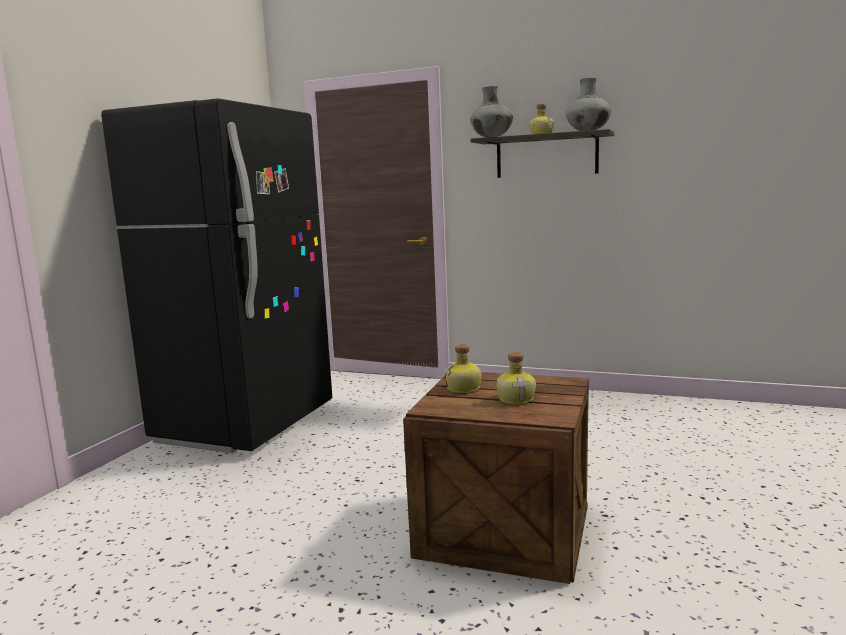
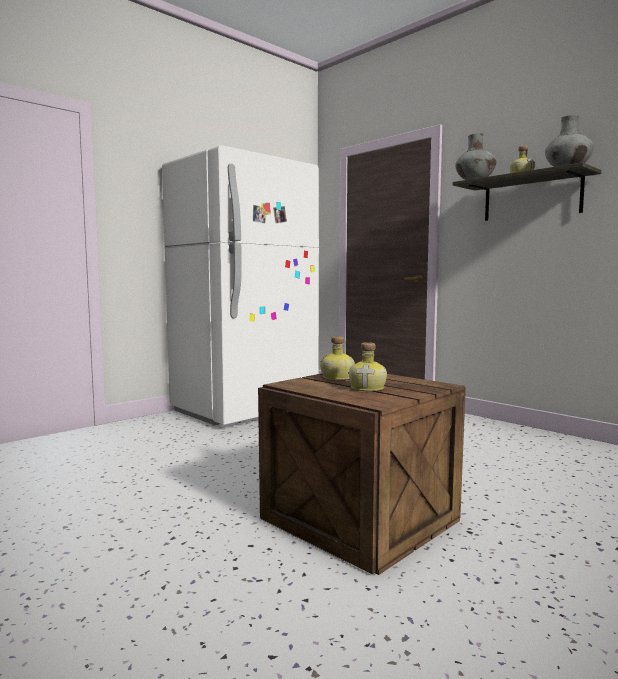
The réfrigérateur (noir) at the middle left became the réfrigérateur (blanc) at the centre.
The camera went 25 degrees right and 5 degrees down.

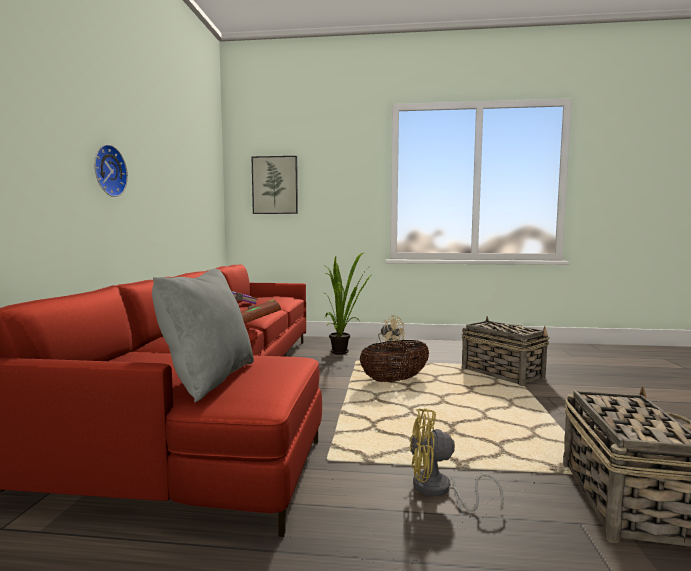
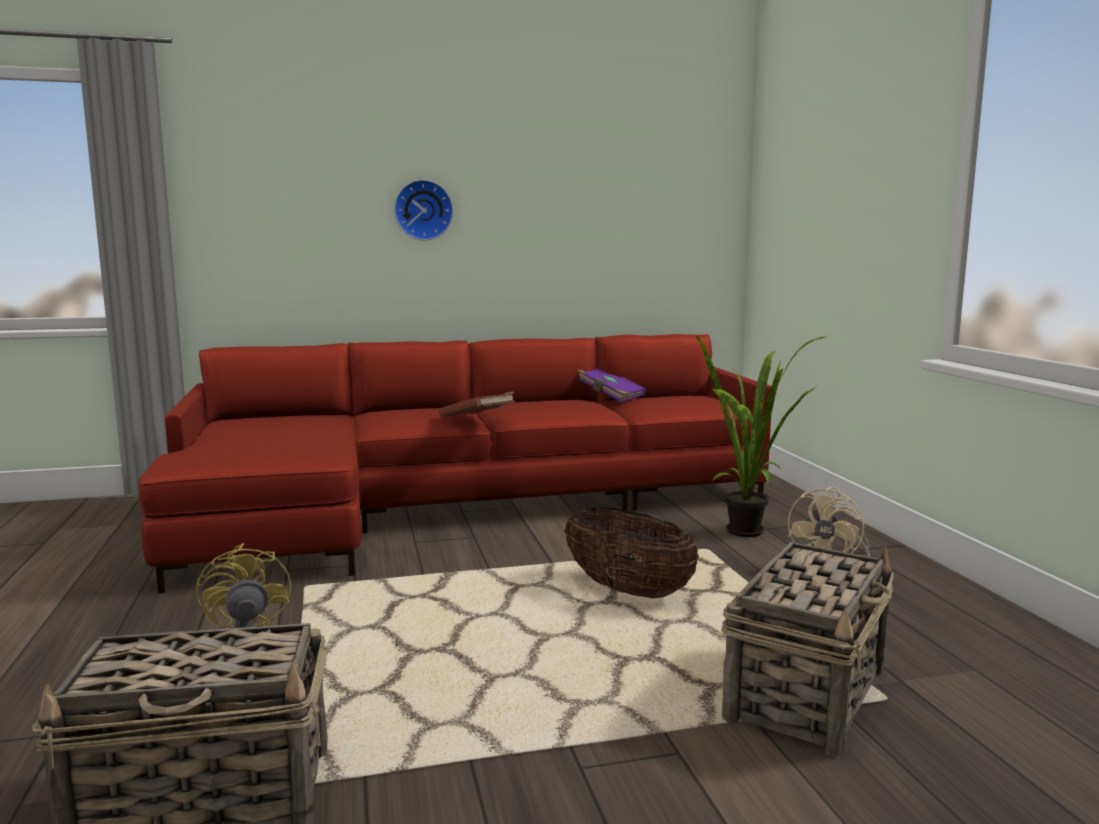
The coussin (gris) at the middle left disappeared.
The tableau at the top centre disappeared.
The camera went 70 degrees right and 5 degrees up.

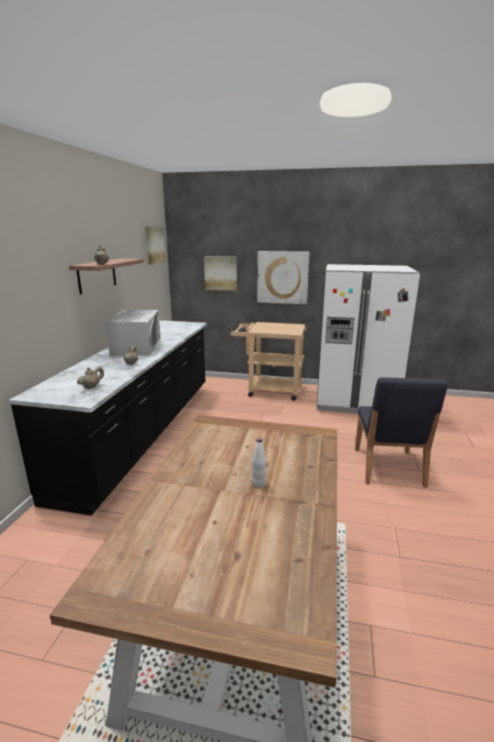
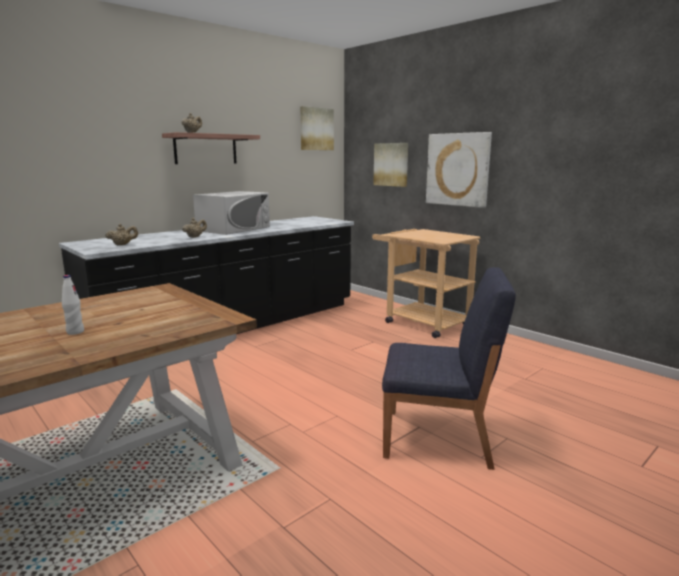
The chaise (bleu) at the middle right turned 120 degrees counterclockwise.
The réfrigérateur (blanc) at the middle right disappeared.
The camera went 35 degrees right and 5 degrees down.

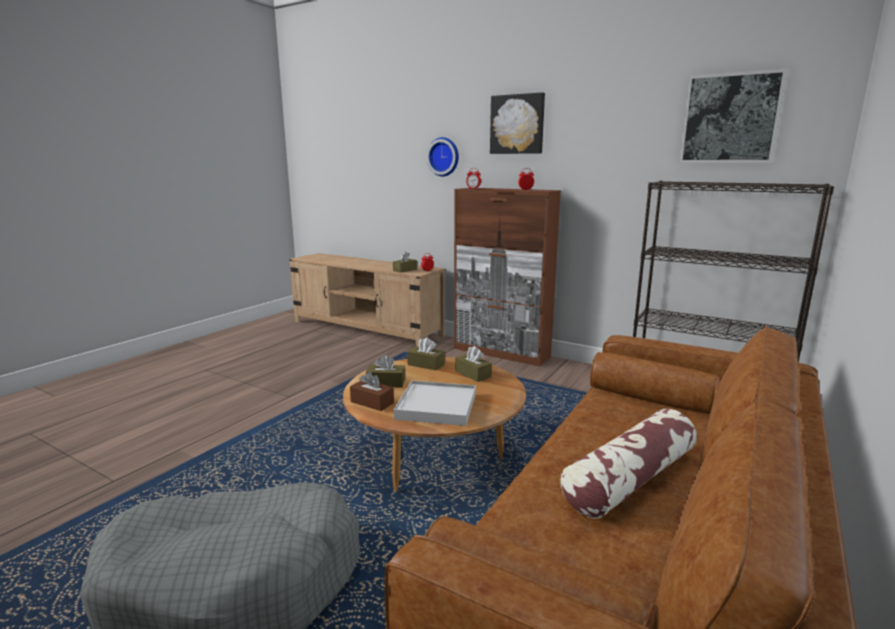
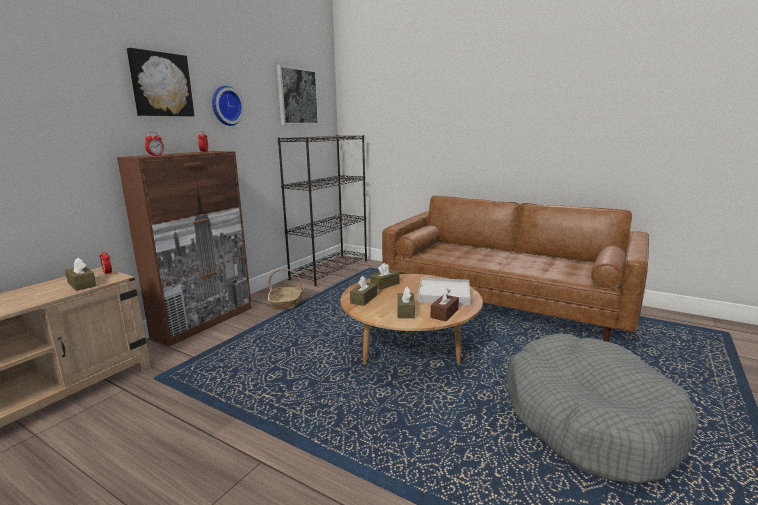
The horloge murale moved from the top centre to the top left.
The panier at the centre appeared.
The coussin at the bottom right disappeared.
The camera went 90 degrees left and 0 degrees up.

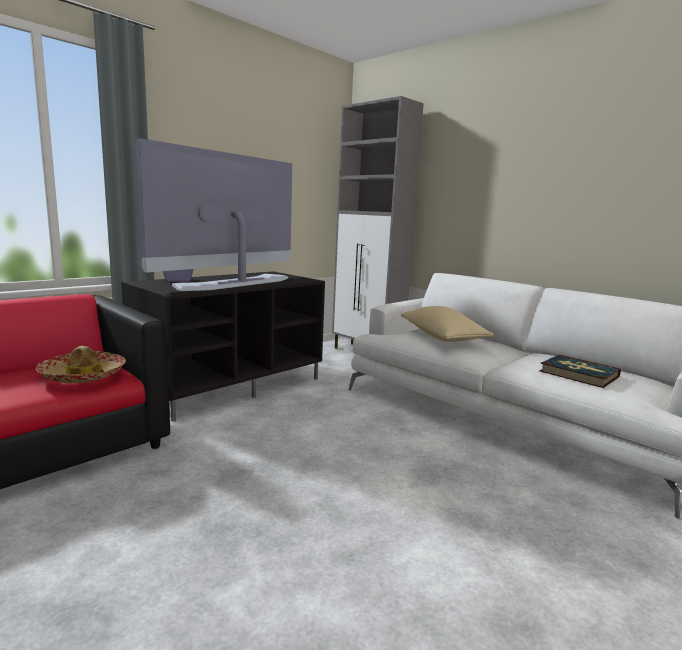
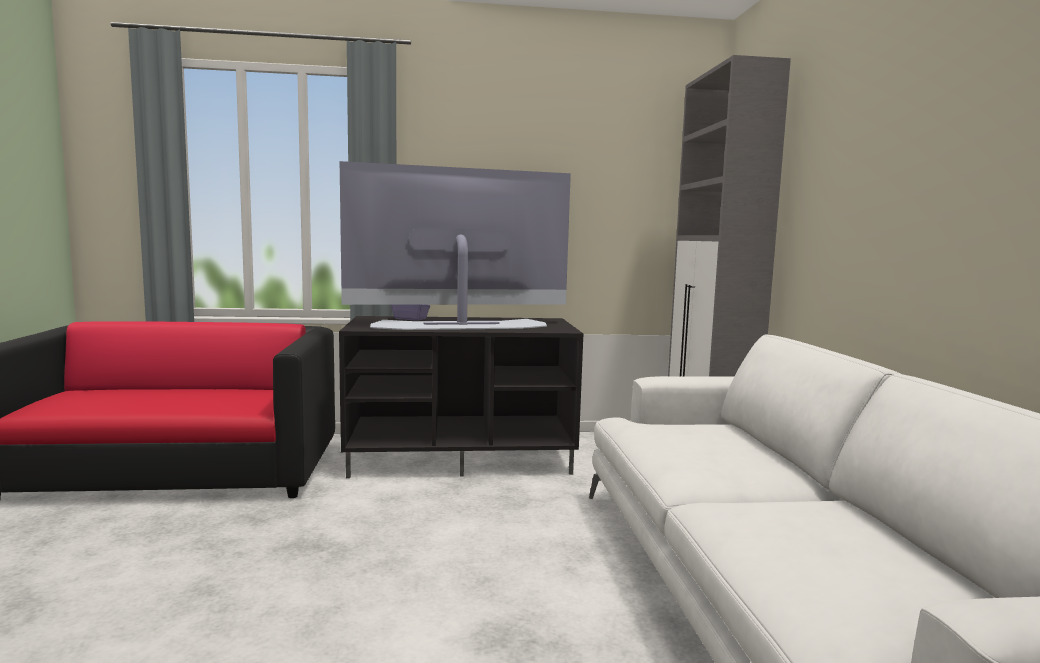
The chapeau at the middle left disappeared.
The coussin (beige) at the centre disappeared.
The livre at the middle right disappeared.
The camera went 40 degrees right and 5 degrees down.

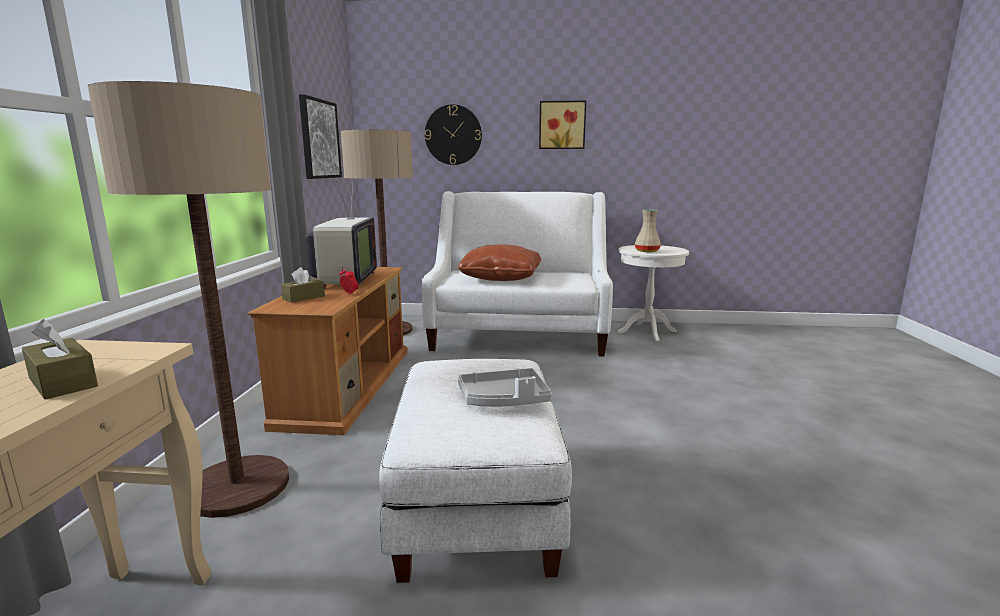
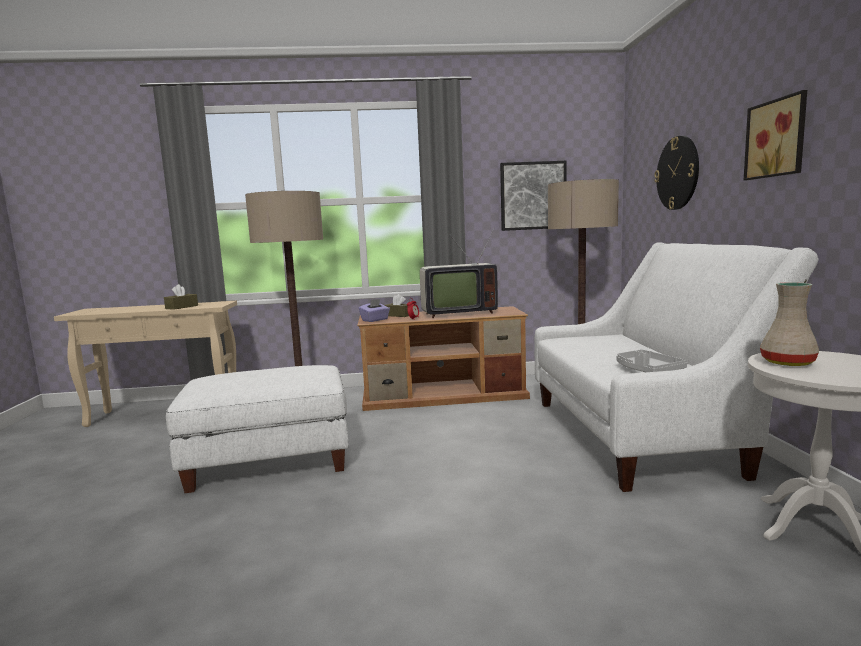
The boîte à mouchoirs (violet) at the centre appeared.
The plateau (gris) moved from the centre to the middle right.
The coussin (marron) at the centre disappeared.
The camera went 80 degrees right and 5 degrees down.

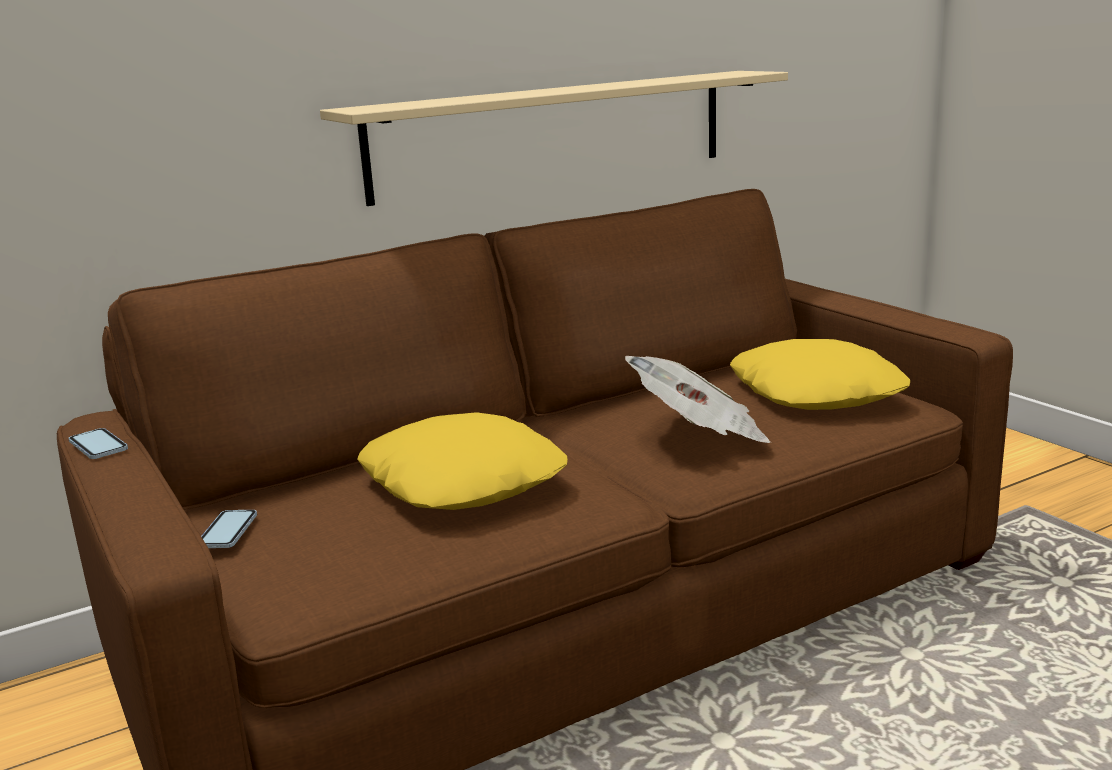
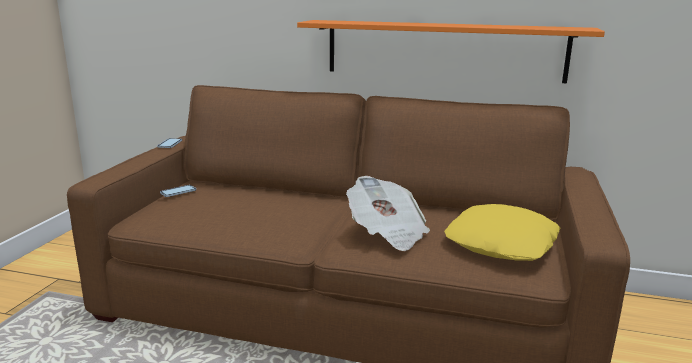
The étagère (beige) at the top centre became the étagère (orange) at the top centre.
The coussin (jaune) (no. 1 from left) at the centre disappeared.
The camera went 45 degrees right and 0 degrees up.

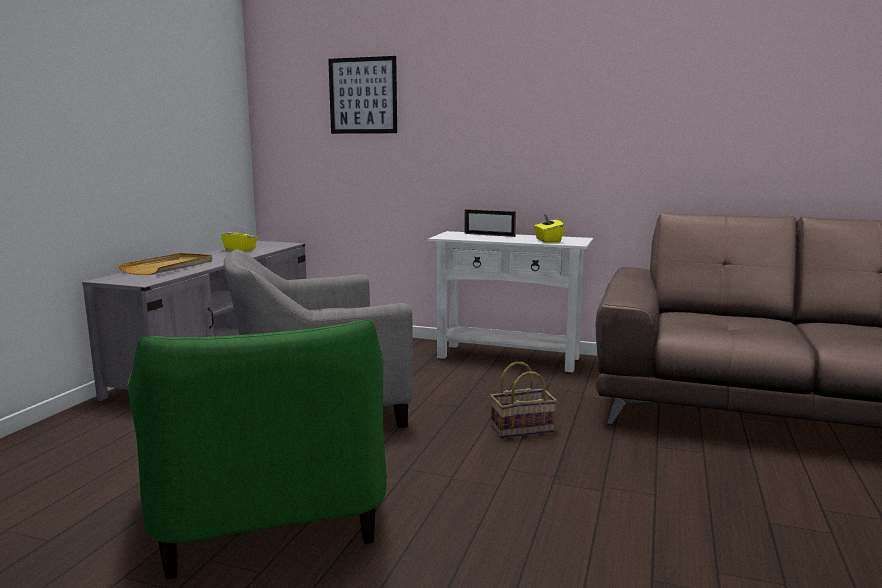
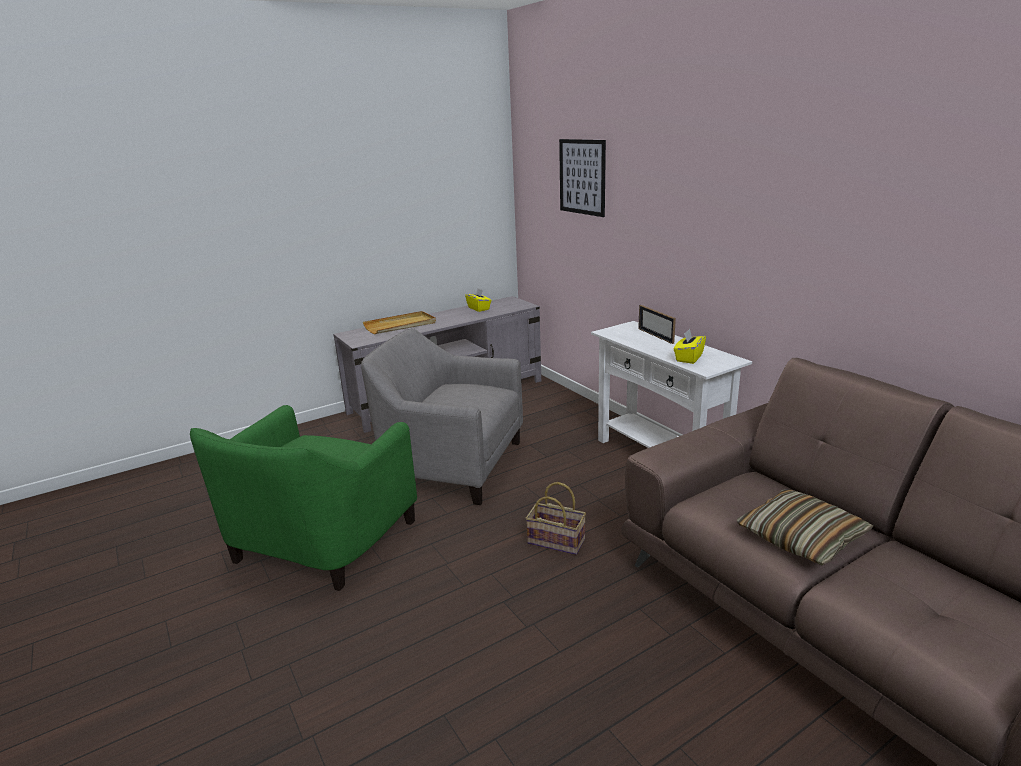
The coussin at the bottom right appeared.
The camera went 40 degrees right and 10 degrees up.

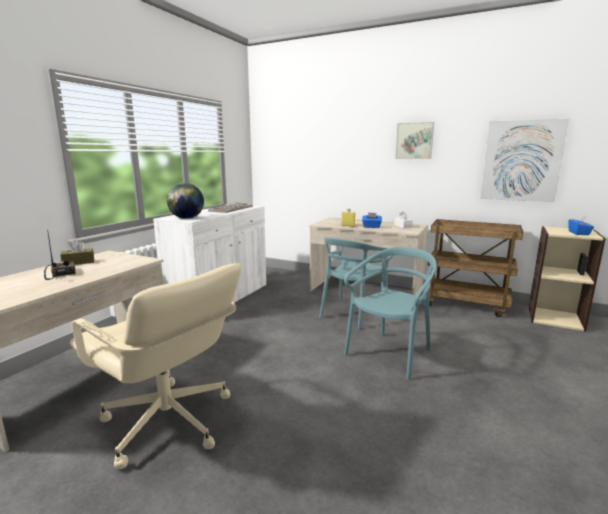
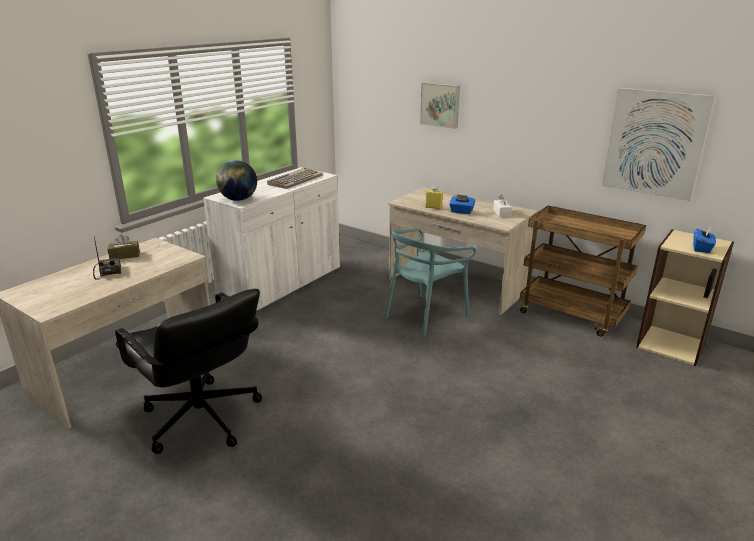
The chaise de bureau (beige) at the bottom left became the chaise de bureau (noir) at the bottom left.
The tableau (no. 1 from left) moved from the top right to the top centre.
The chaise (turquoise) (no. 2 from left) at the centre disappeared.
The camera went 10 degrees right and 10 degrees up.

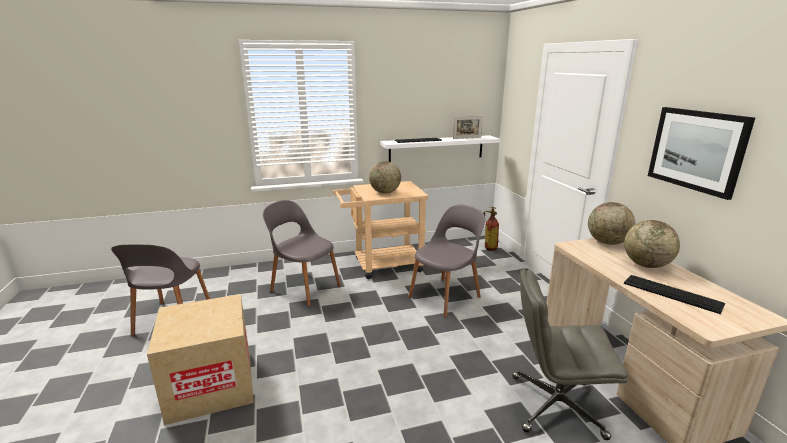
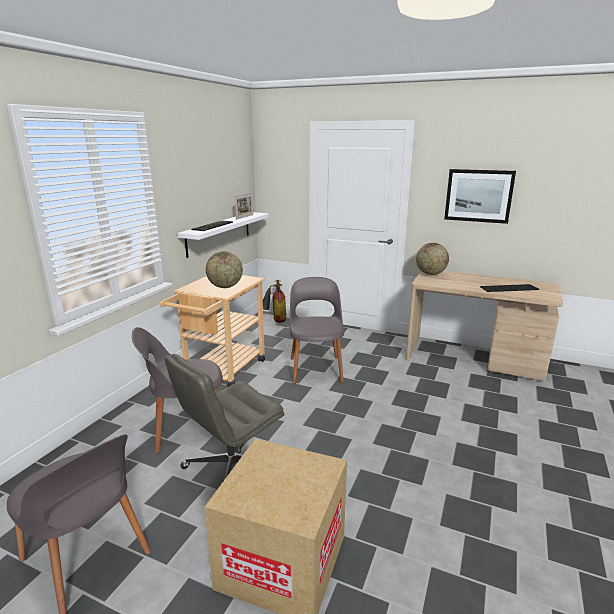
The chaise de bureau (gris) moved from the bottom right to the bottom centre.
The globe (no. 3 from left) at the middle right disappeared.
The camera went 50 degrees left and 0 degrees up.

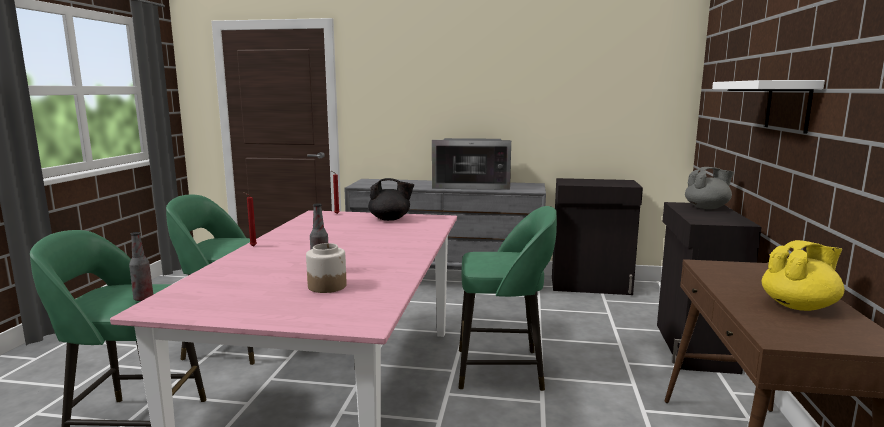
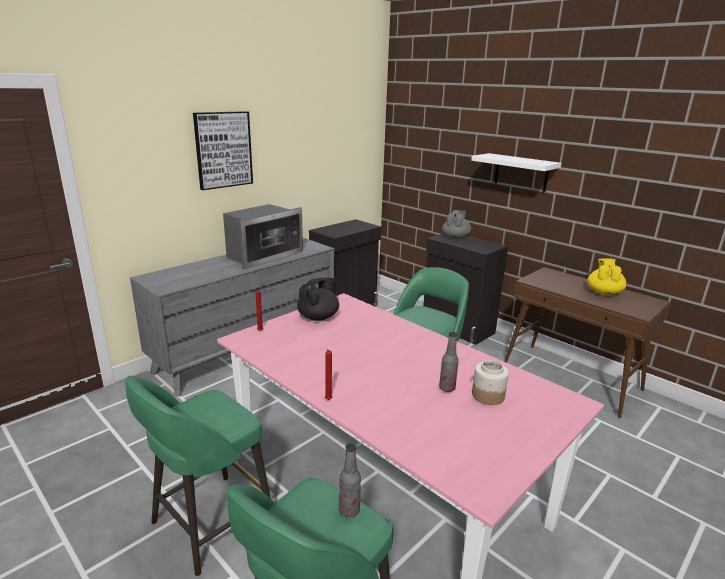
The tableau at the top left appeared.
The camera went 55 degrees left and 10 degrees up.

